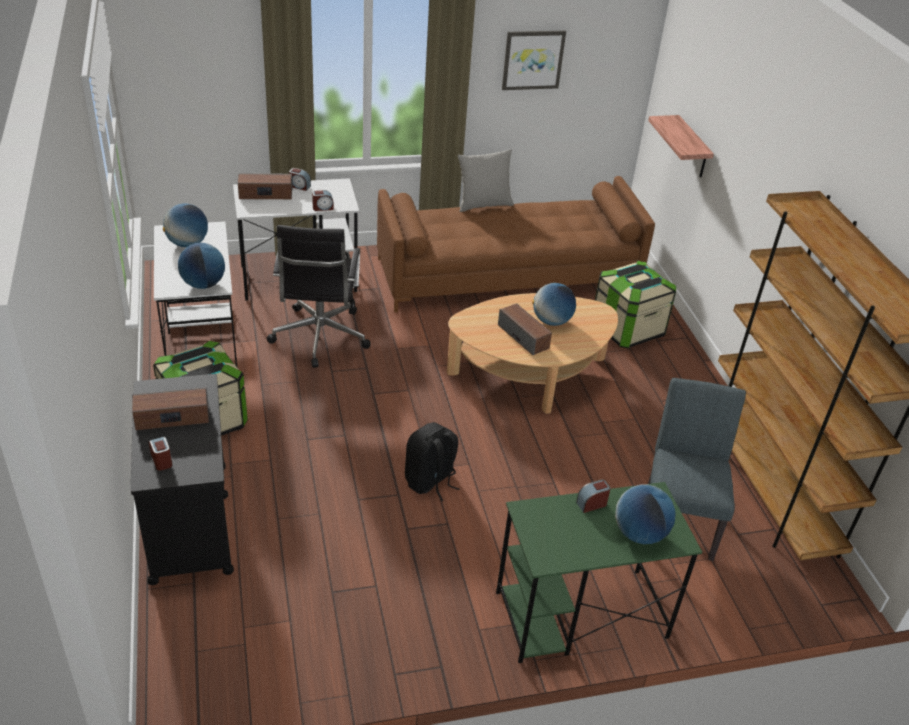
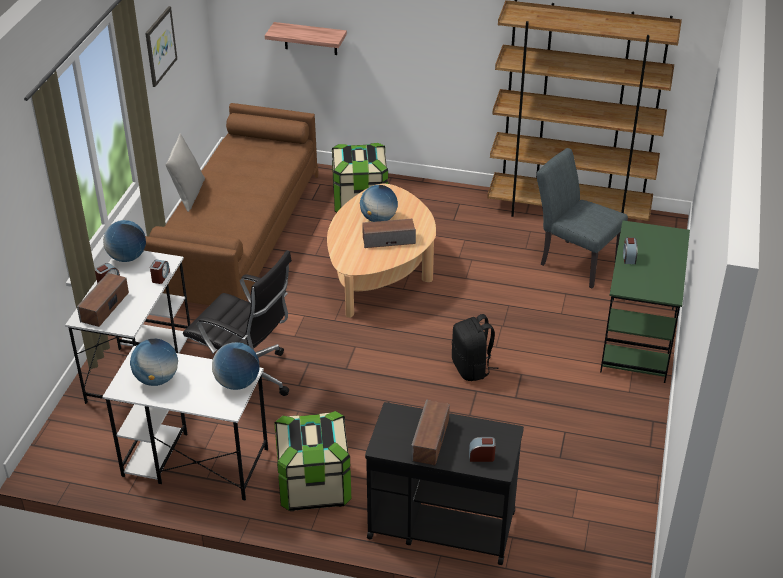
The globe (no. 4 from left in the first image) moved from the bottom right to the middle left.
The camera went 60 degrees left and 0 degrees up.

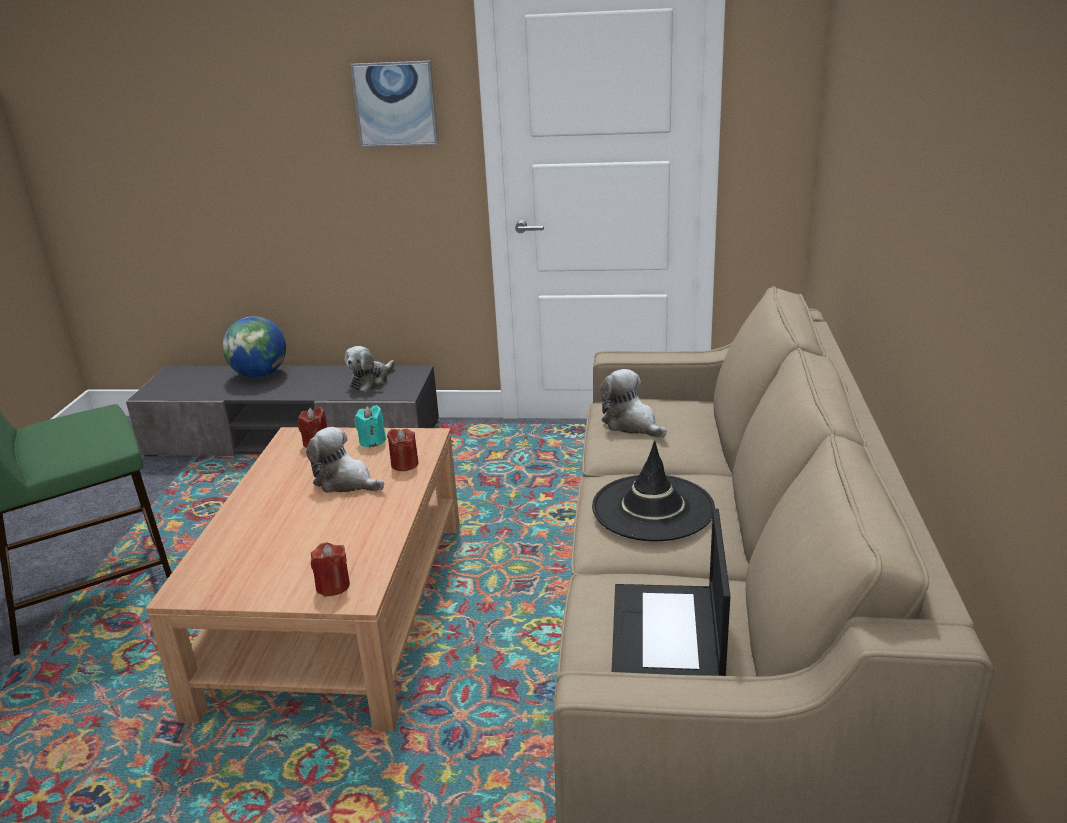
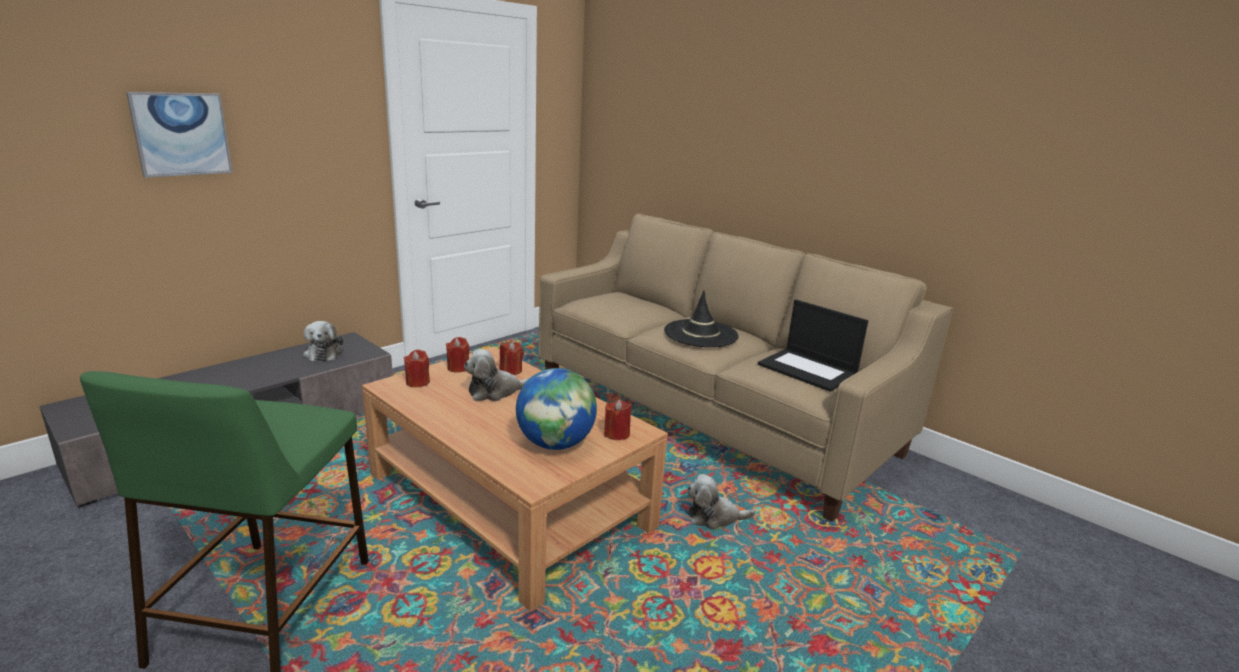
The tableau moved from the top centre to the top left.
The bougie (turquoise) at the centre became the bougie (rouge) (no. 2 from left) at the centre.
The globe moved from the middle left to the centre.
The peluche (no. 3 from left) moved from the centre to the bottom centre.
The camera went 55 degrees left and 5 degrees down.

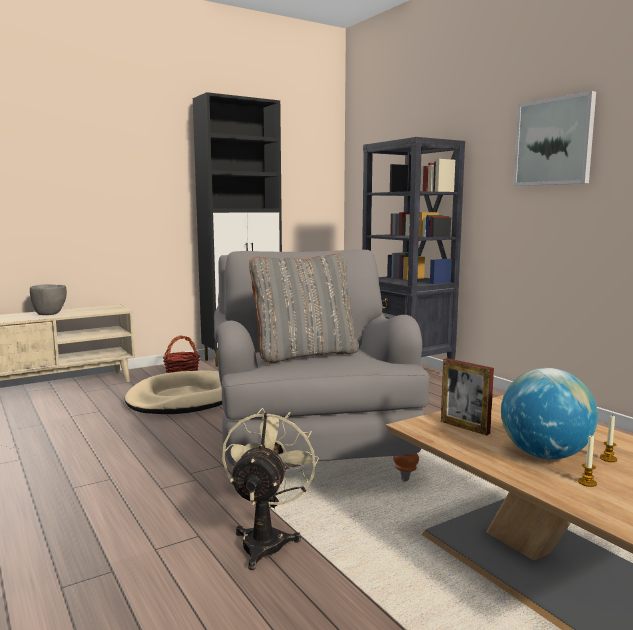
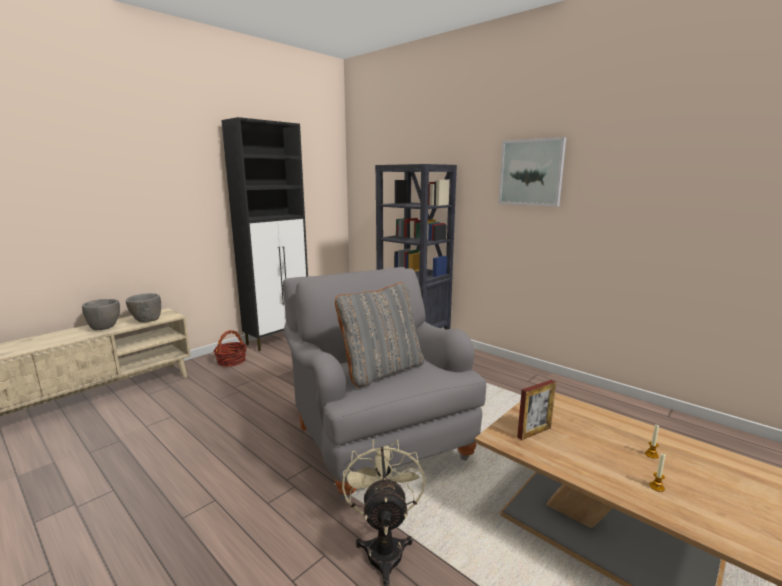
The bol (gris) (no. 2 from left) at the middle left appeared.
The cadre photo at the middle right turned 60 degrees counterclockwise.
The panier pour chien (beige) at the middle left disappeared.
The globe at the middle right disappeared.
The camera went 15 degrees left and 5 degrees up.

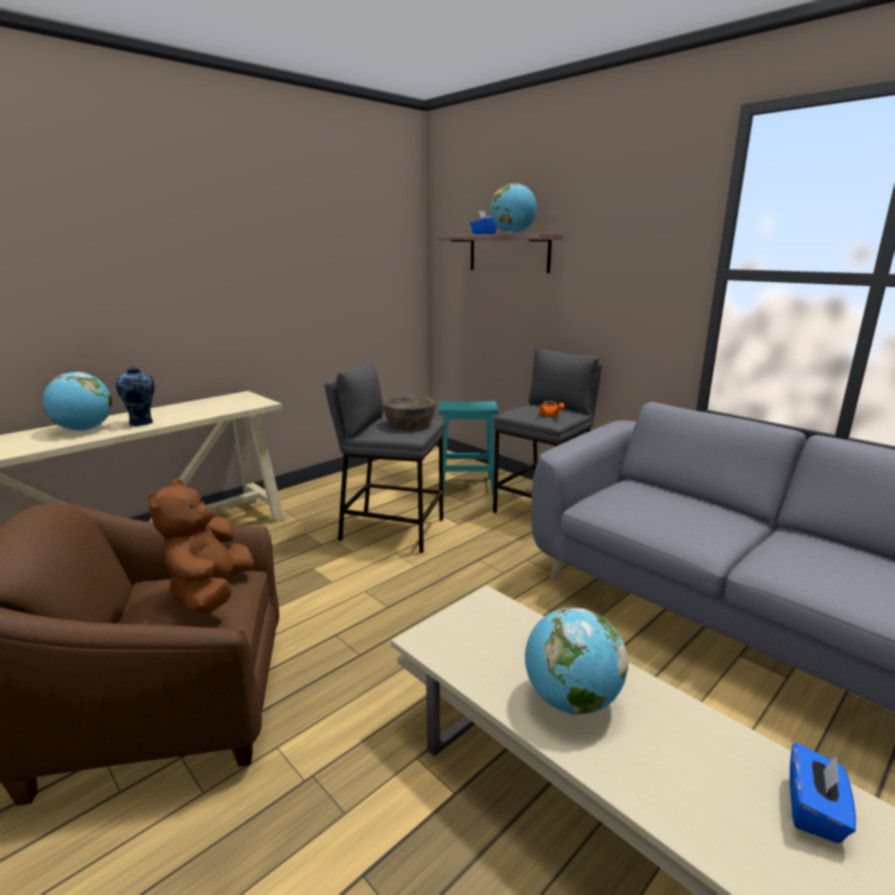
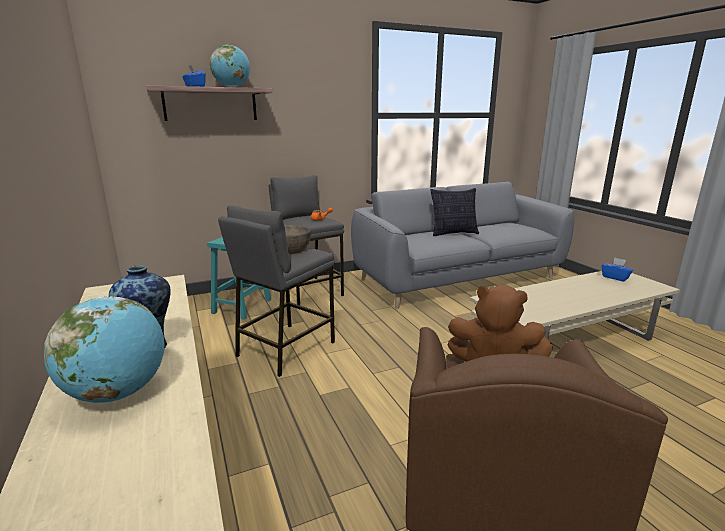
The coussin at the centre appeared.
The globe (no. 3 from left) at the bottom centre disappeared.
The camera went 70 degrees left and 0 degrees up.

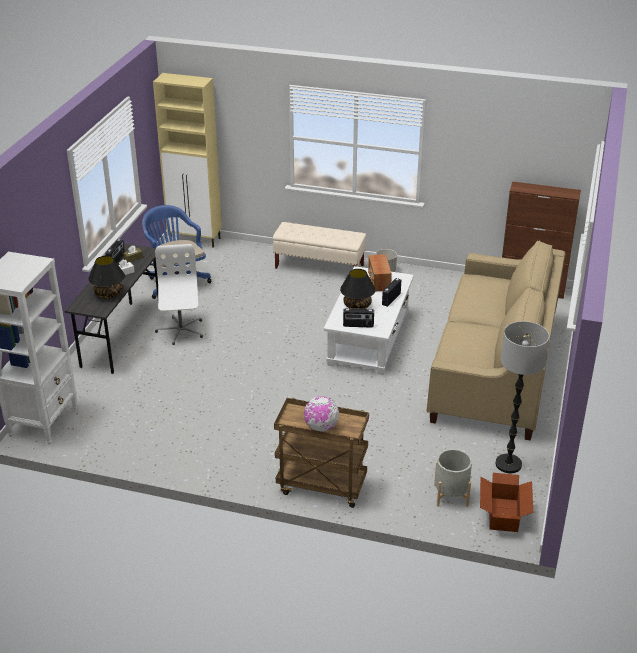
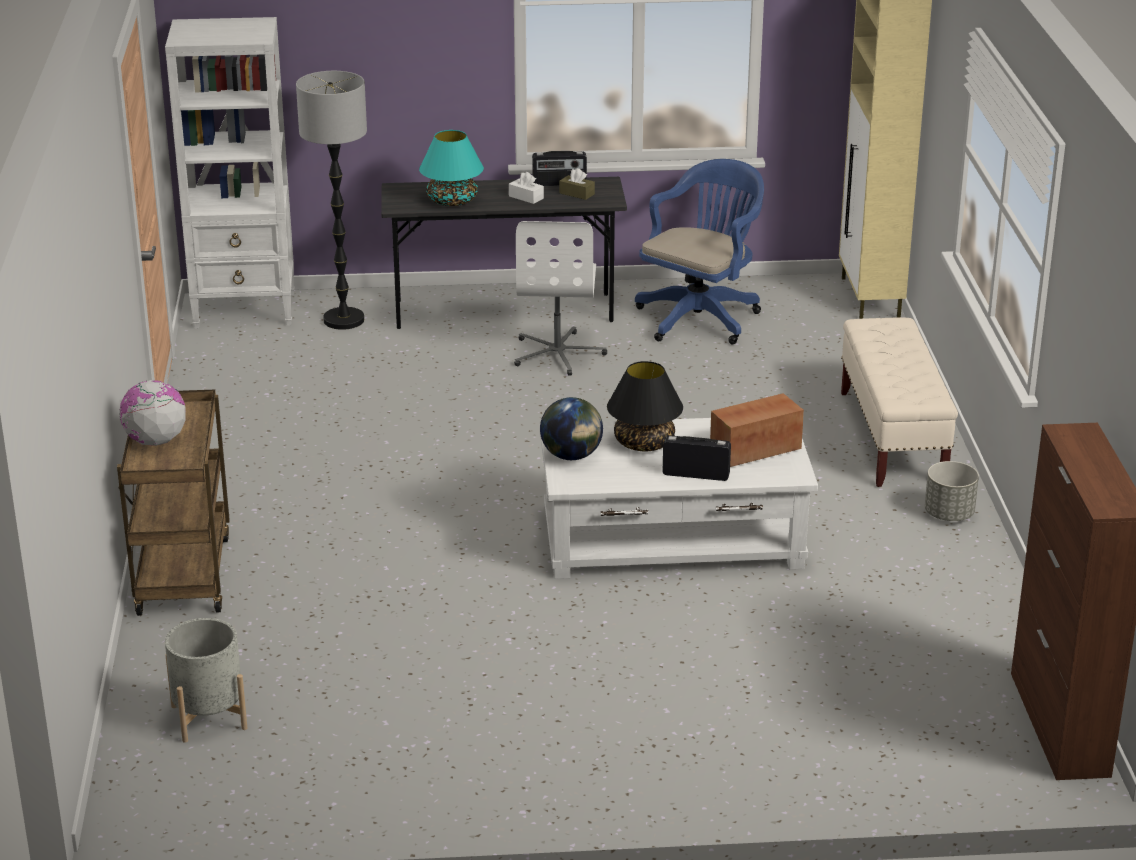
The lampadaire moved from the middle right to the top left.
The lampe de table (noir) (no. 1 from left) at the middle left became the lampe de table (turquoise) at the top centre.
The chaise de bureau (blanc) at the middle left turned 120 degrees clockwise.
The radio (no. 2 from left) at the centre was replaced by the globe (no. 2 from left) at the centre.
The canapé (beige) at the middle right disappeared.
The carton at the bottom right disappeared.
The camera went 70 degrees right and 5 degrees down.

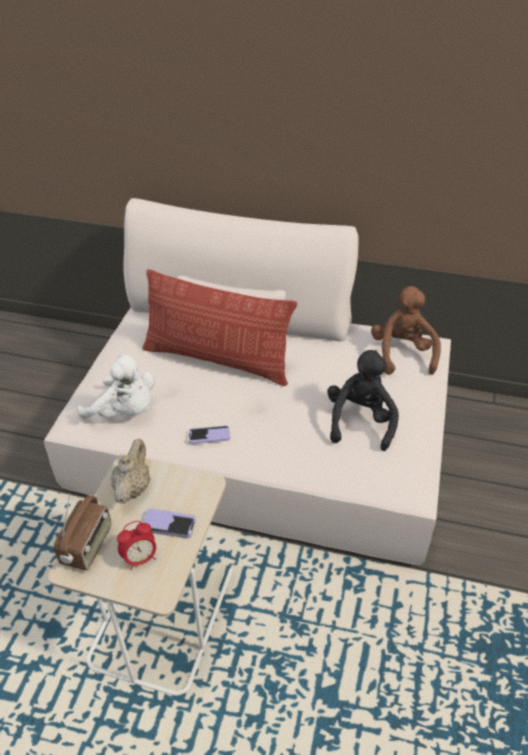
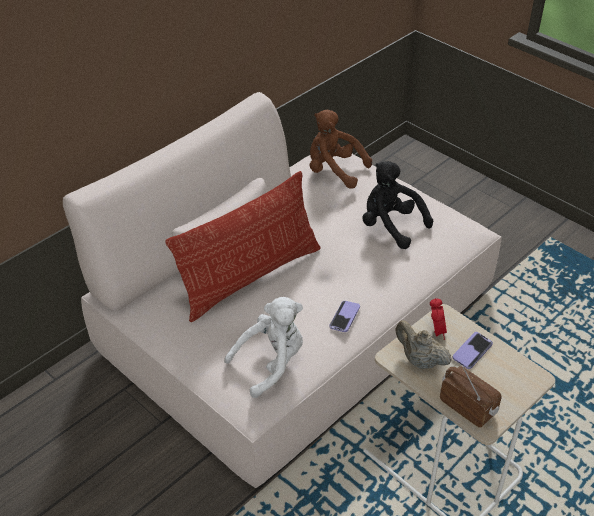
The réveil moved from the bottom left to the middle right.
The camera went 60 degrees left and 0 degrees up.

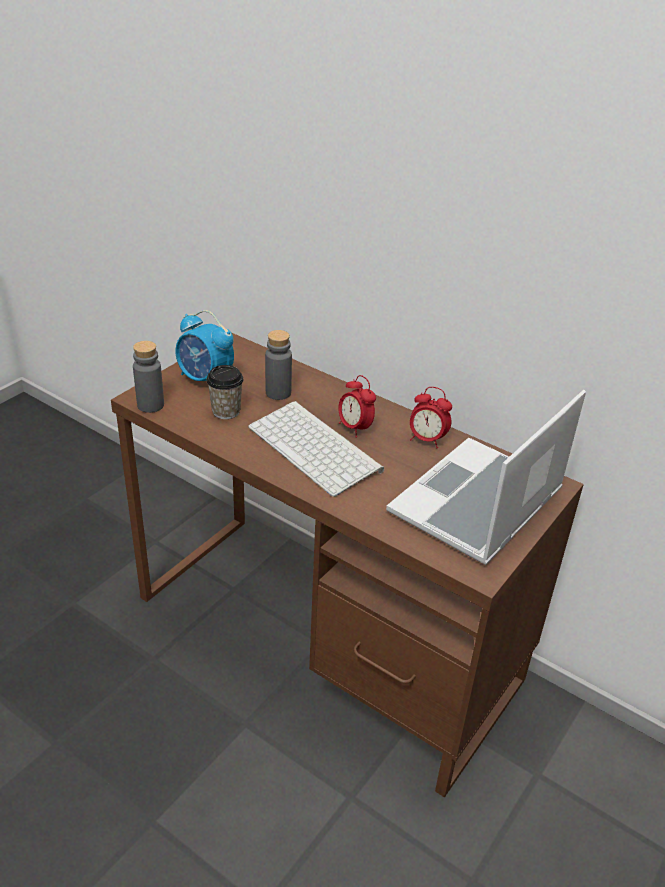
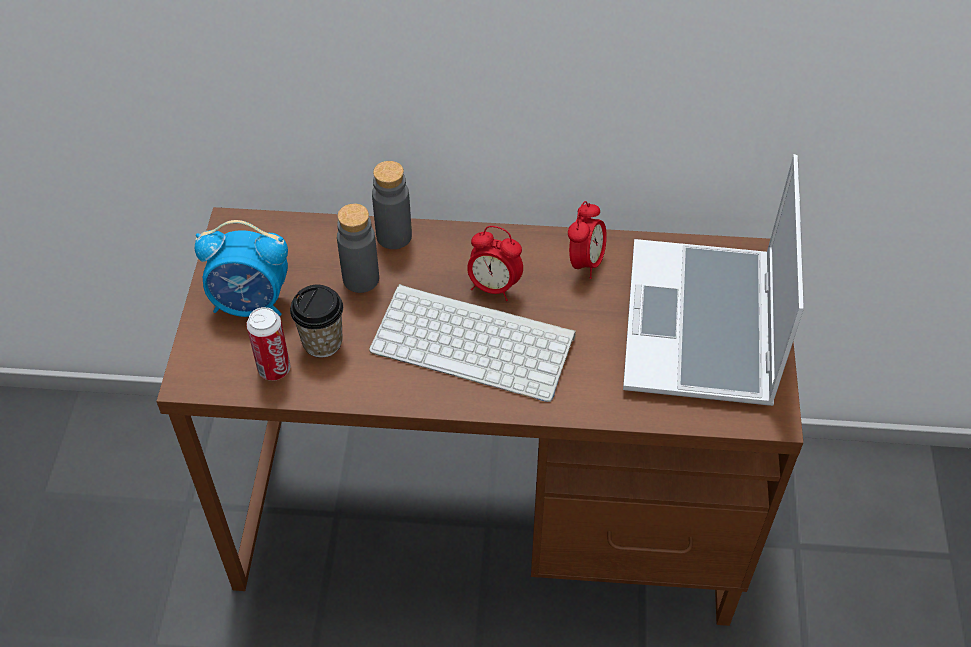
The boîte métallique at the middle left appeared.
The bouteille (gris) (no. 1 from left in the first image) moved from the middle left to the top centre.
The réveil (no. 3 from left) at the centre turned 60 degrees counterclockwise.
The camera went 30 degrees left and 15 degrees up.

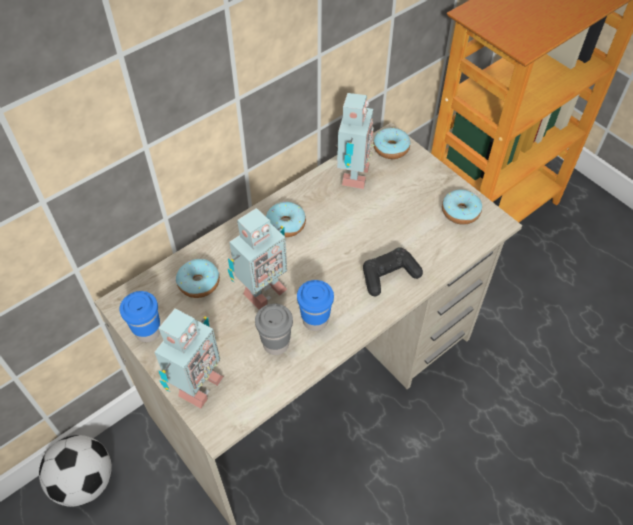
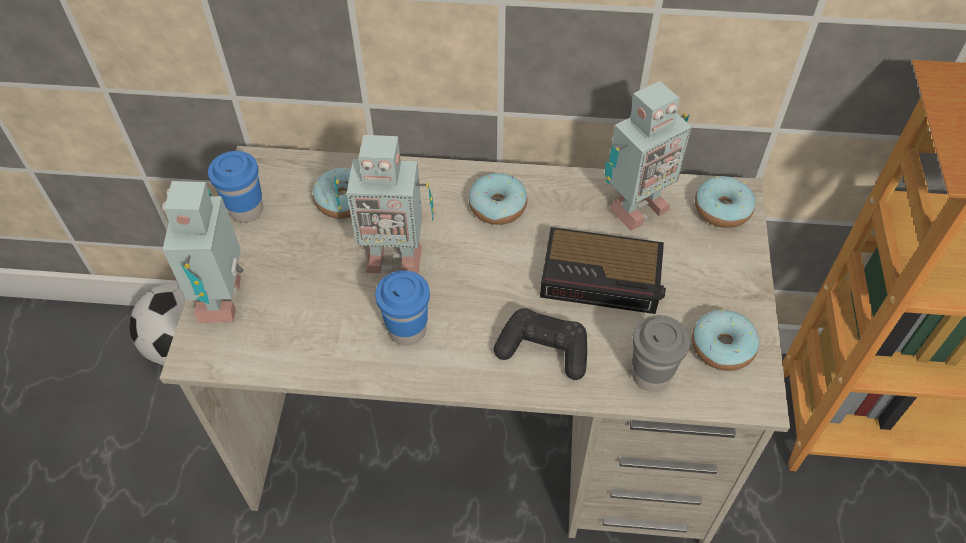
The robot jouet (no. 1 from left) at the bottom left turned 105 degrees clockwise.
The réveil at the centre appeared.
The tasse (gris) moved from the centre to the middle right.
The camera went 45 degrees right and 0 degrees up.

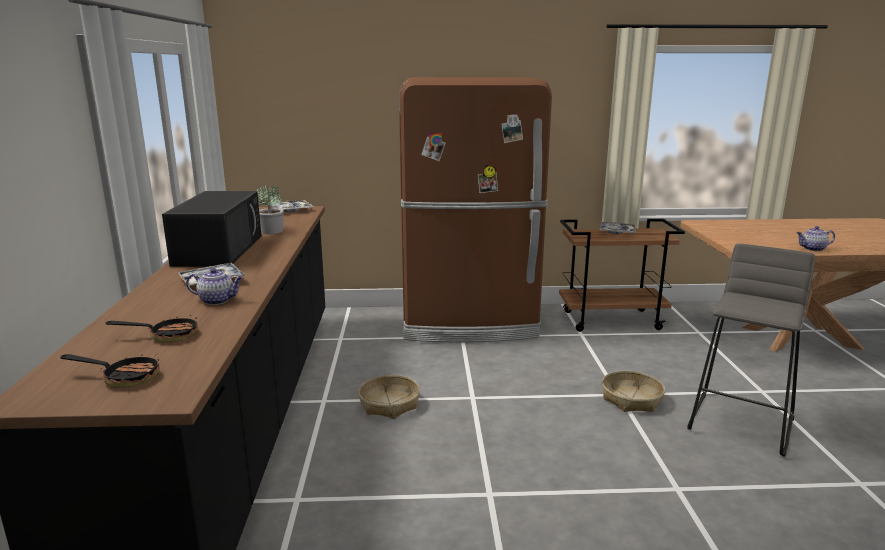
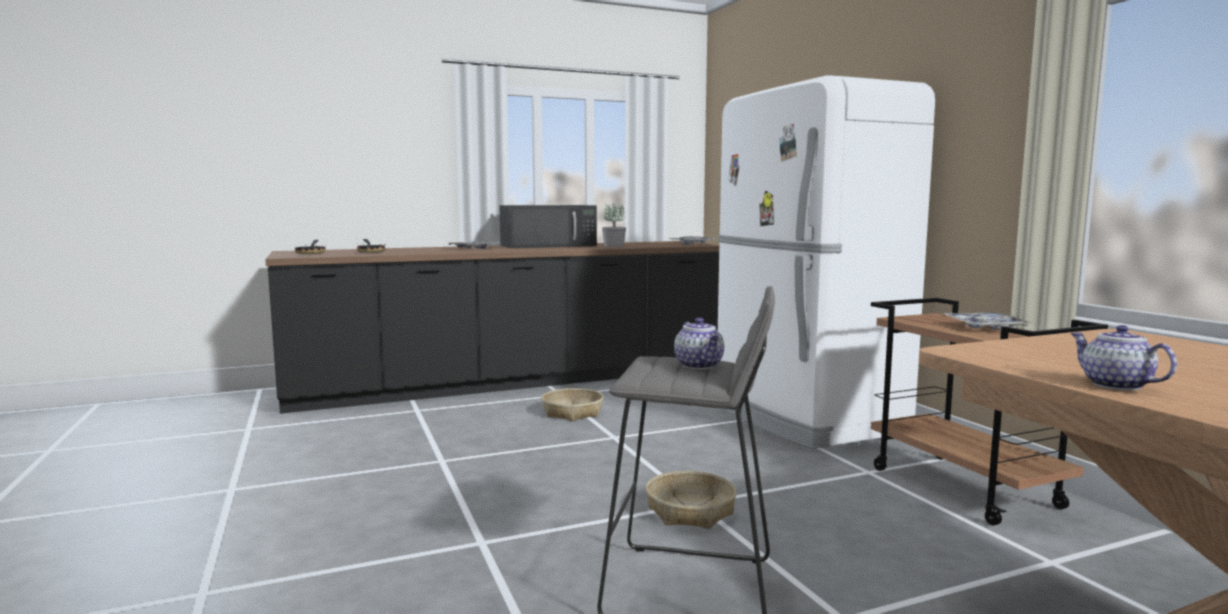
The théière (no. 1 from left) moved from the middle left to the centre.
The réfrigérateur (marron) at the centre became the réfrigérateur (blanc) at the middle right.
The camera went 70 degrees right and 10 degrees down.

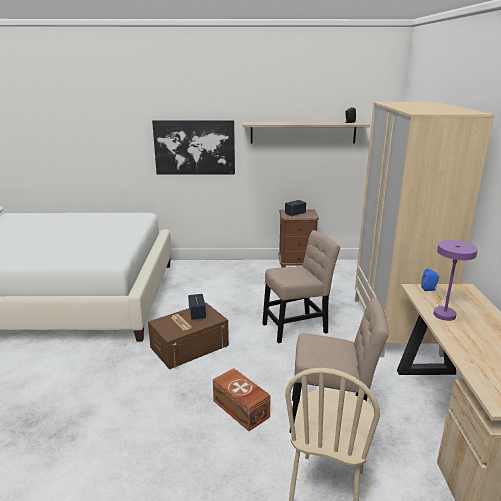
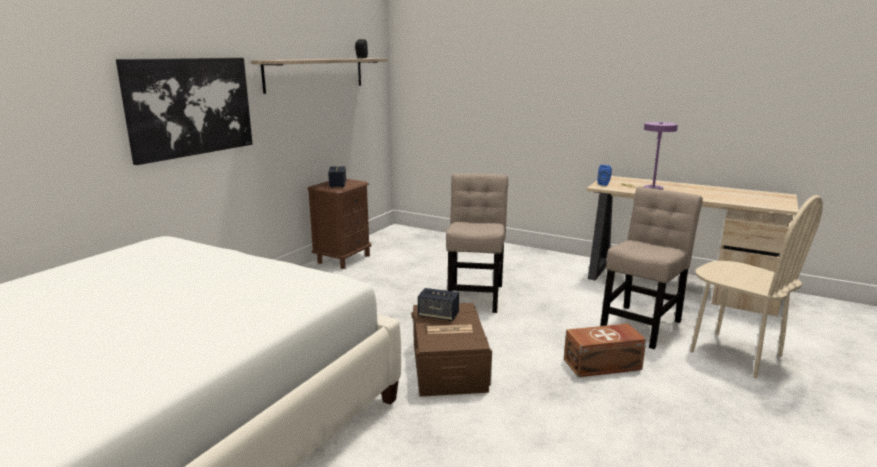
The armoire (beige) at the middle right disappeared.
The camera went 60 degrees left and 5 degrees down.

